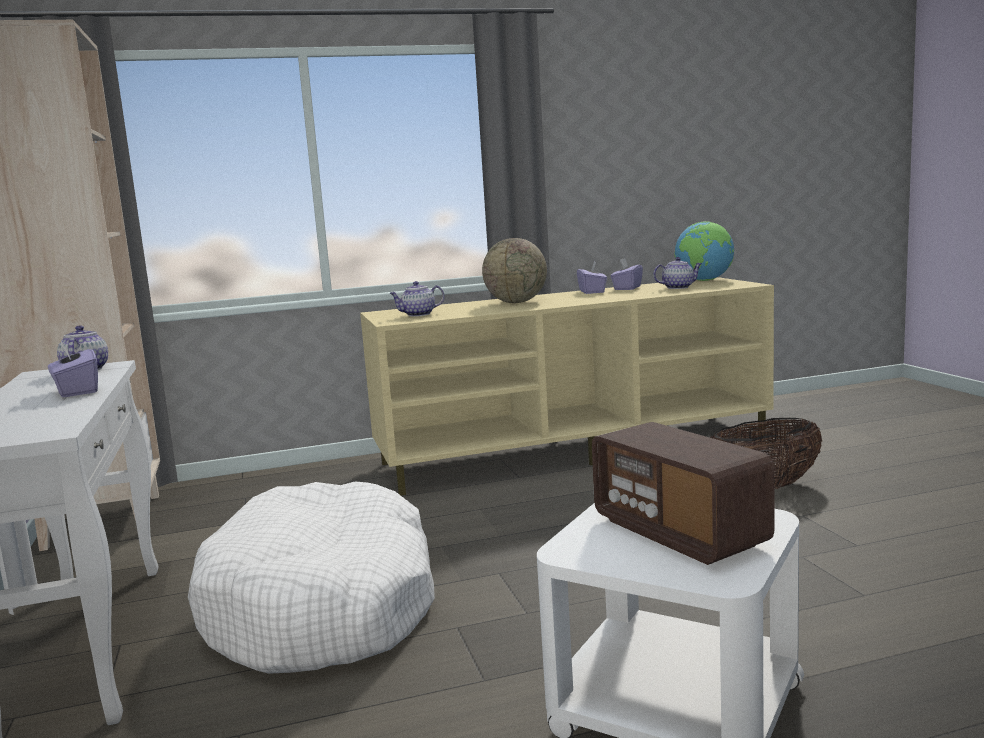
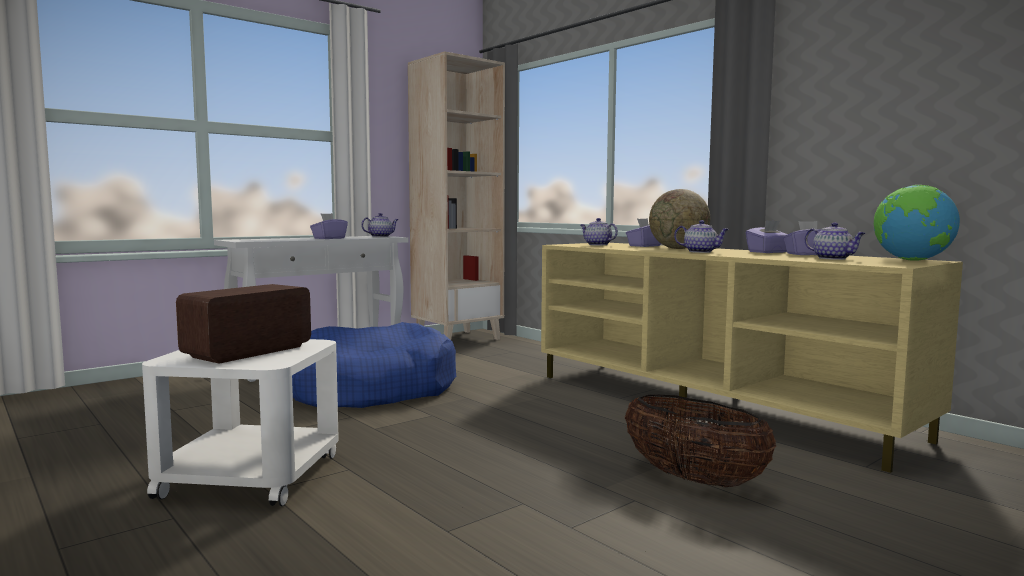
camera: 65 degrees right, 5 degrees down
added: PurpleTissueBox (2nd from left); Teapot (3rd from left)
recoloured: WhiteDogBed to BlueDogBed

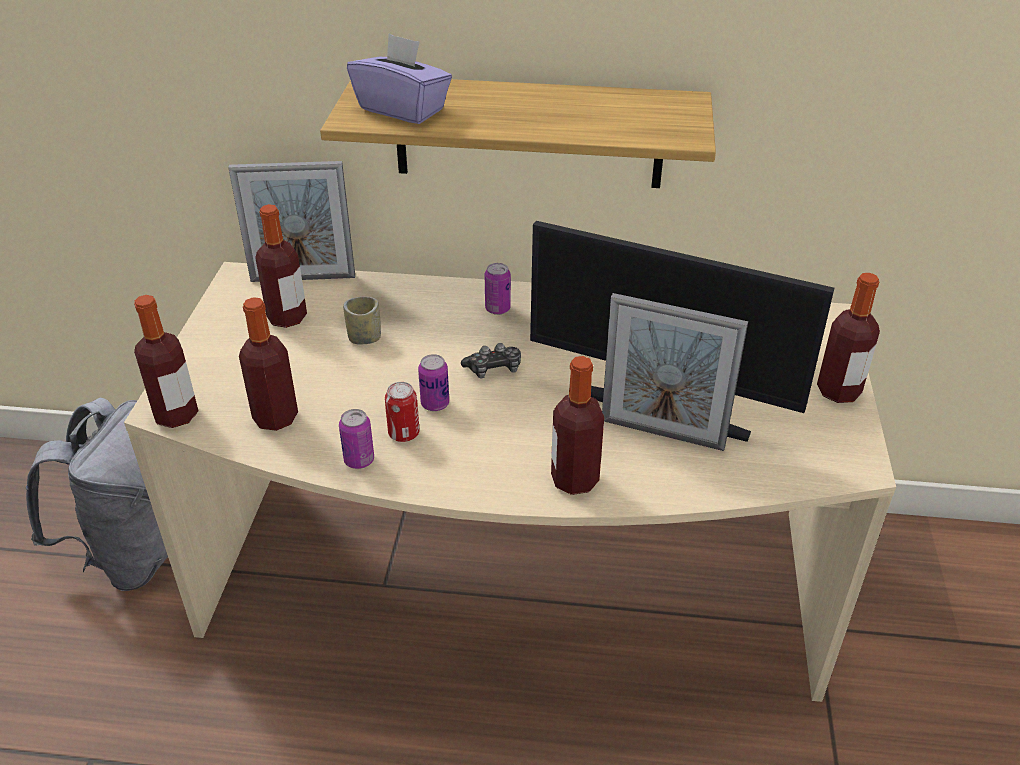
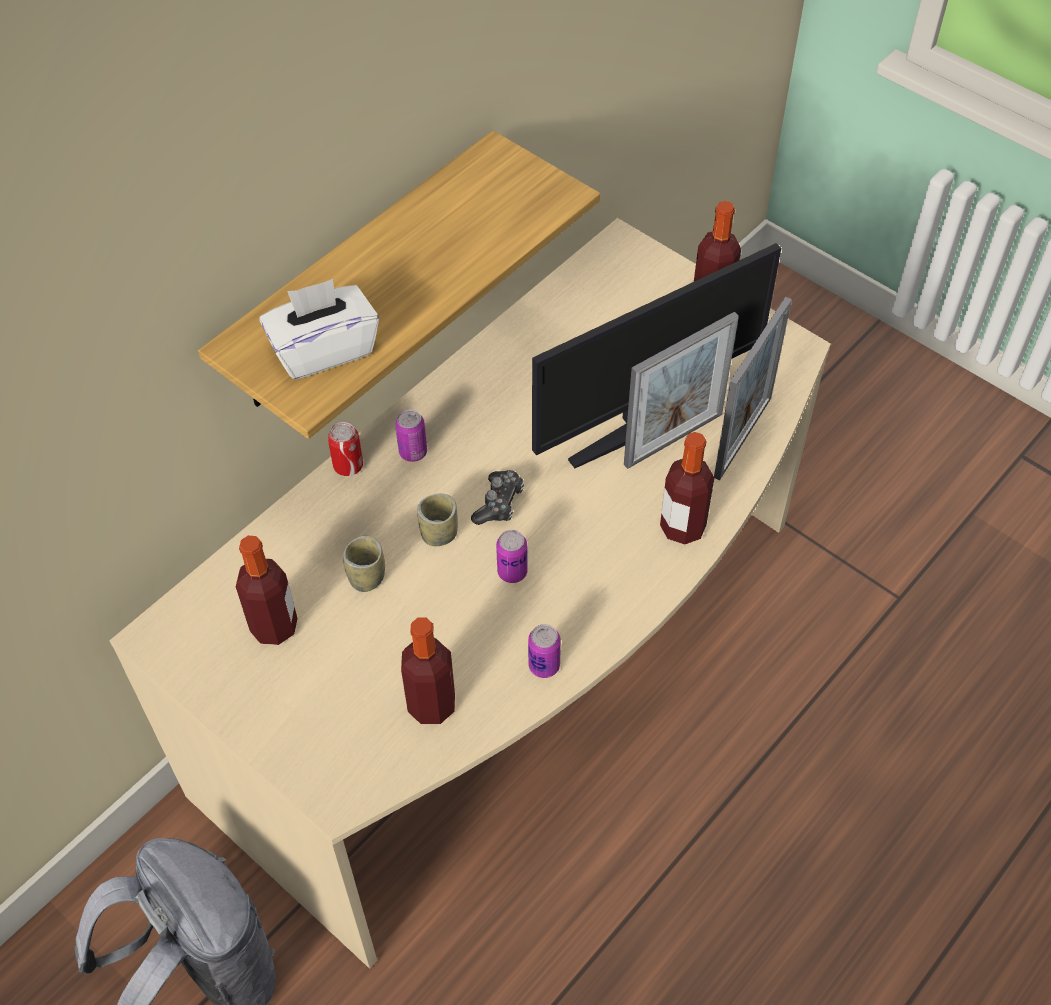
camera: 55 degrees left, 15 degrees up
removed: Bottle (1st from left)
added: Cup (2nd from left)
moved: PictureFrame (1st from left in the first image) to PictureFrame (2nd from left); Can (2nd from left in the first image) to Can (1st from left)
recoloured: PurpleTissueBox to WhiteTissueBox

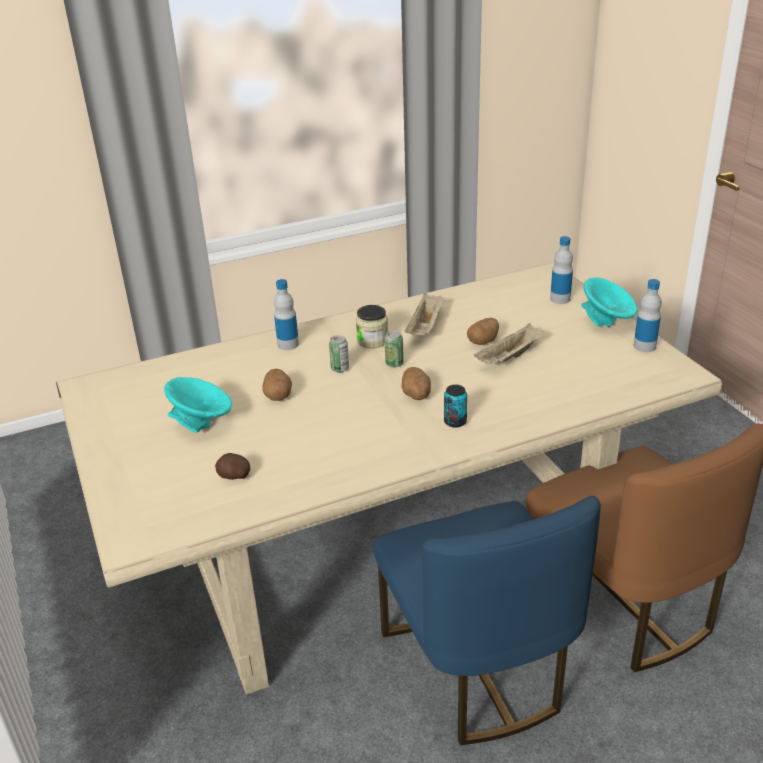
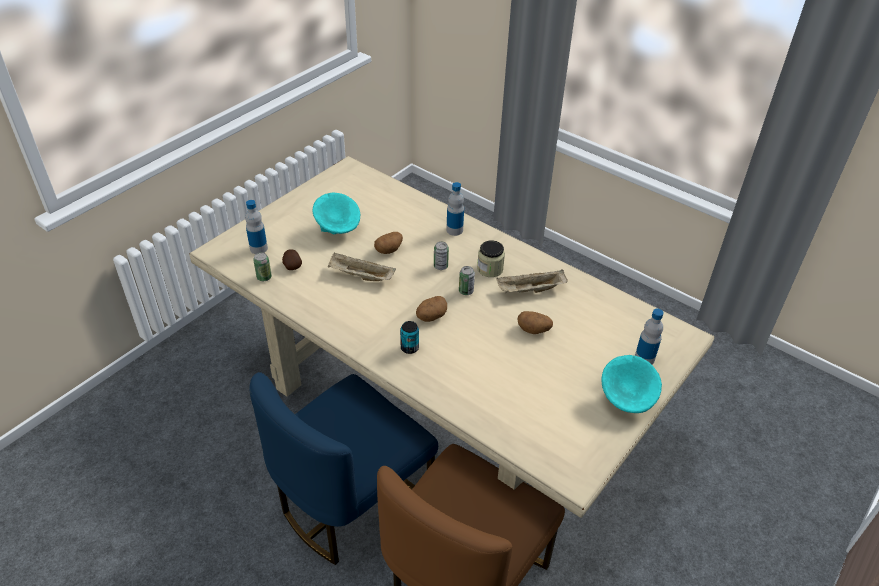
camera: 60 degrees right, 10 degrees up
added: Can (1st from left)
moved: BeigeTray (2nd from left in the first image) to BeigeTray (1st from left); Bottle (3rd from left in the first image) to Bottle (1st from left)

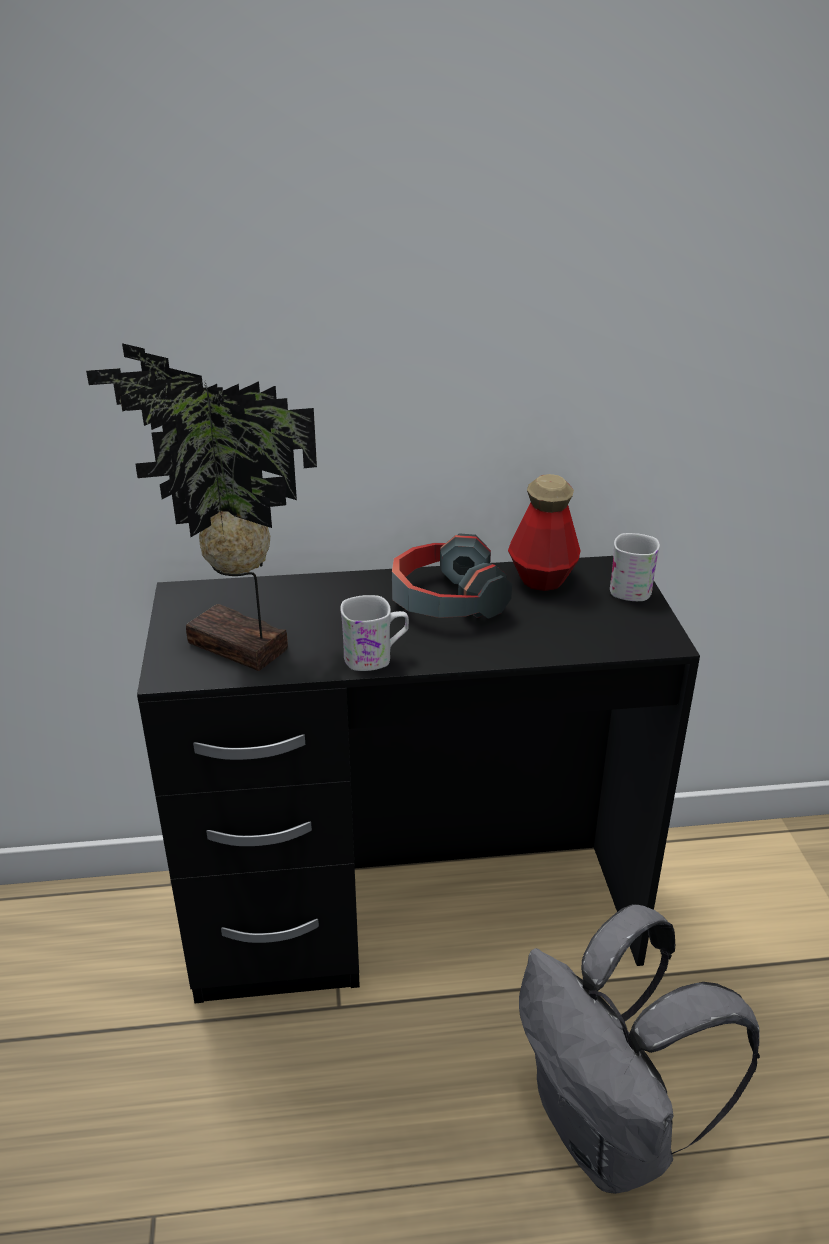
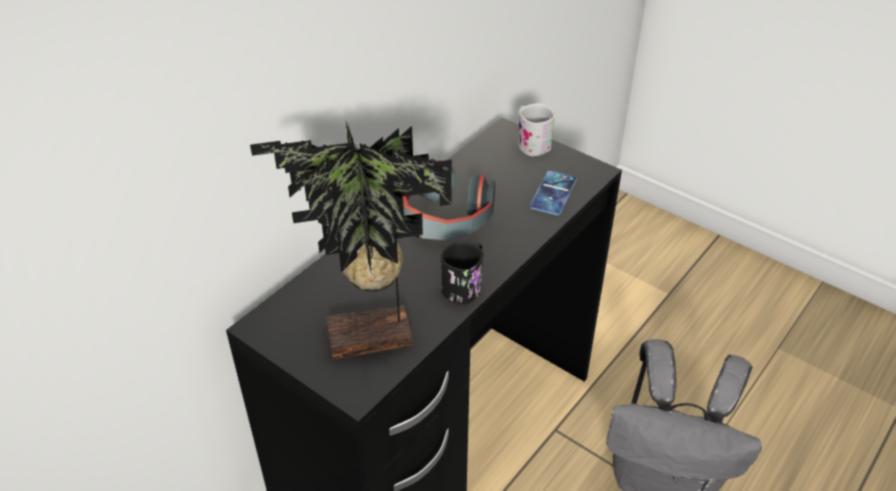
camera: 45 degrees left, 10 degrees up
removed: Bottle
added: Phone
recoloured: WhiteMug (1st from left) to BlackMug

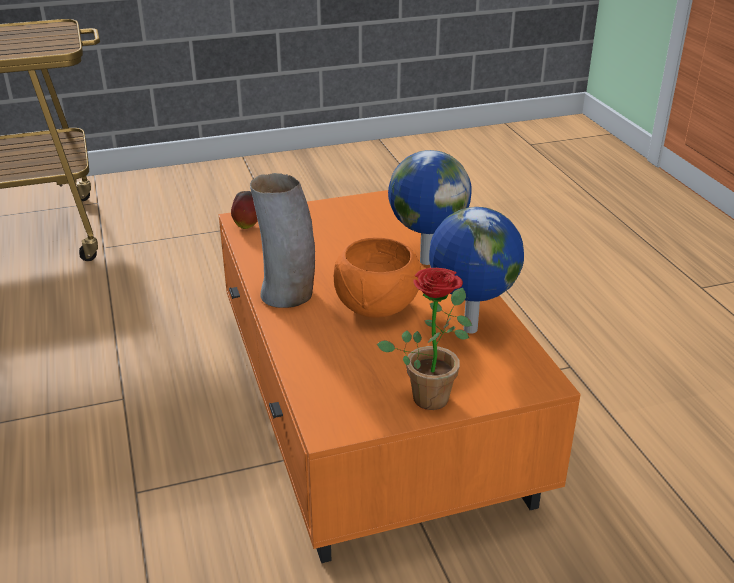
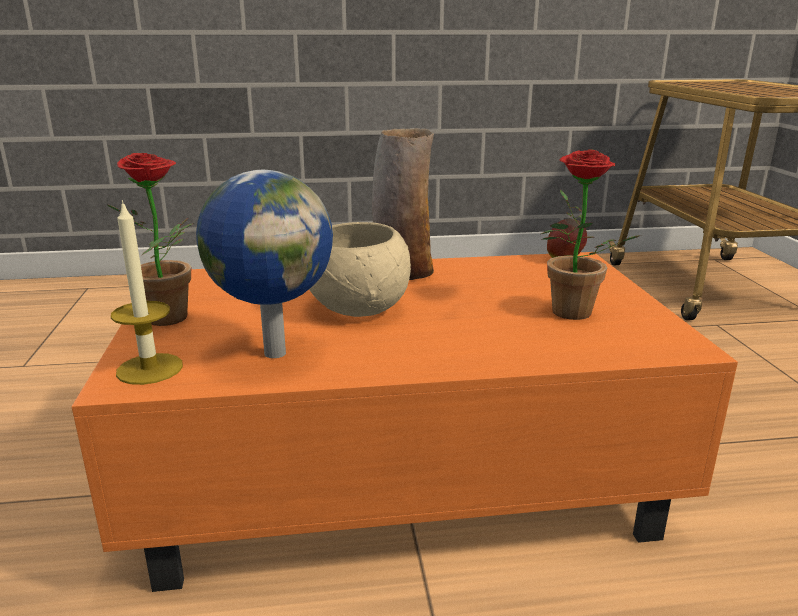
camera: 100 degrees right, 10 degrees down
removed: Globe (1st from left)
added: Candle; PottedPlant (2nd from left)
recoloured: OrangeBowl to BeigeBowl

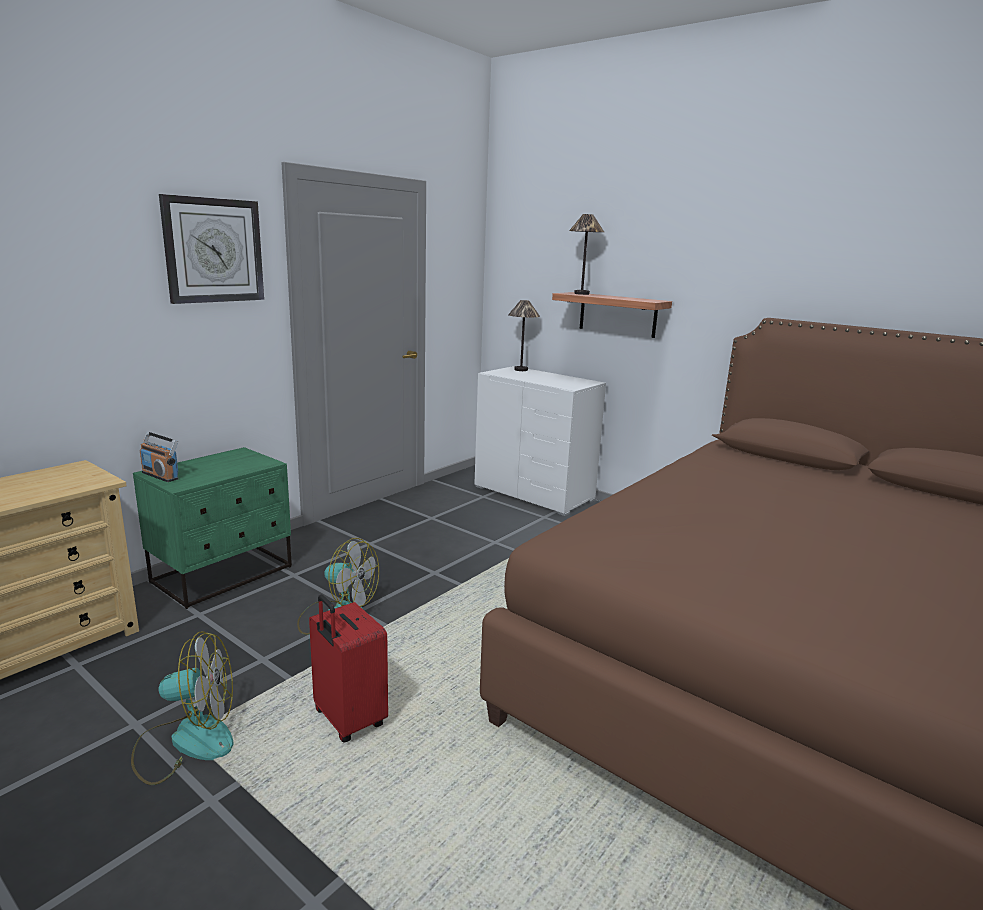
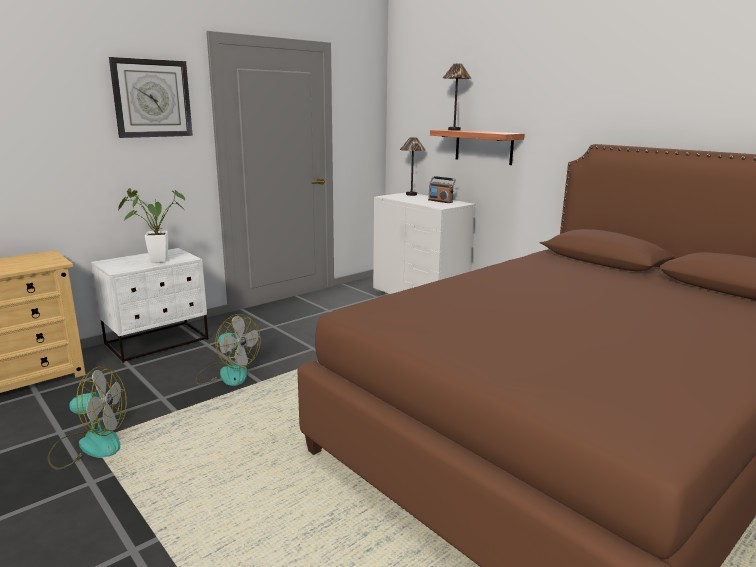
camera: 10 degrees right, 0 degrees up
removed: RedSuitcase
added: PottedPlant
moved: Radio
recoloured: GreenNightstand to WhiteNightstand

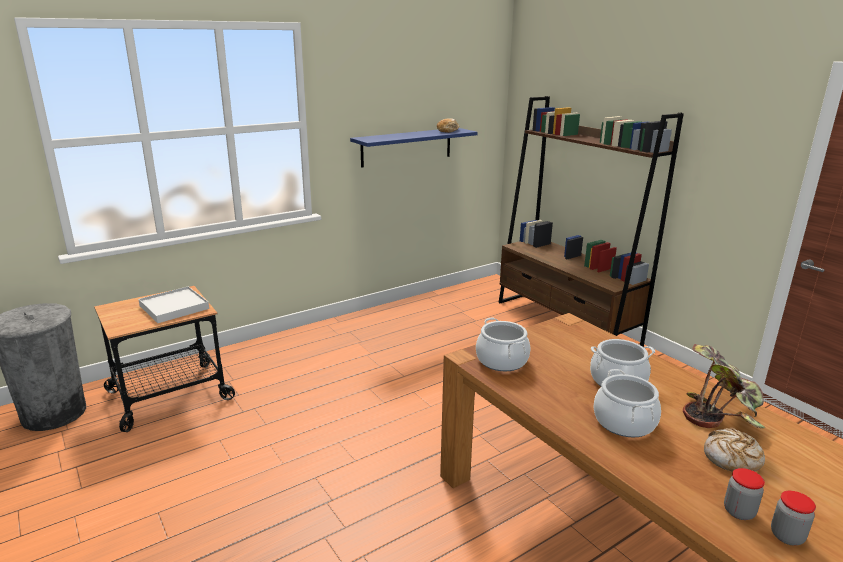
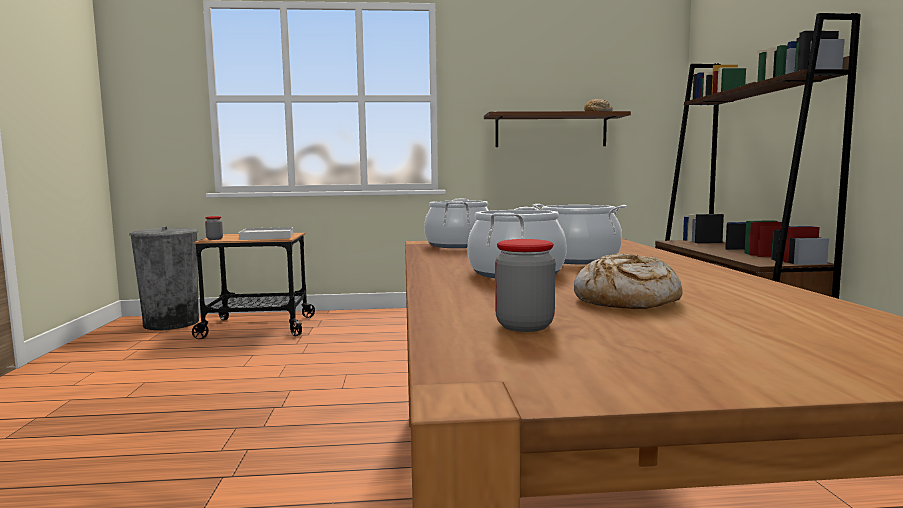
camera: 30 degrees right, 15 degrees down
removed: PottedPlant
moved: Jar (2nd from left in the first image) to Jar (1st from left)
recoloured: BlueShelf to BrownShelf

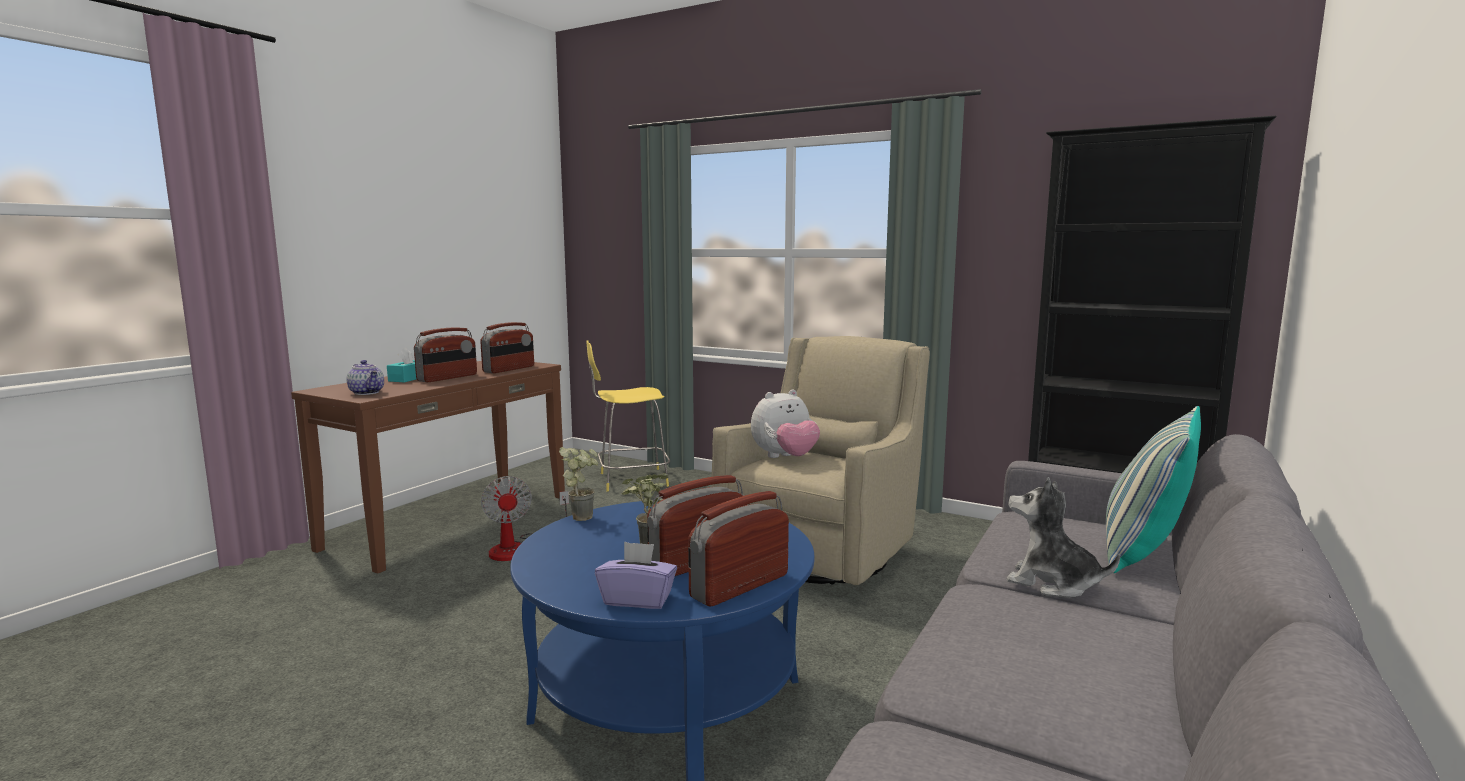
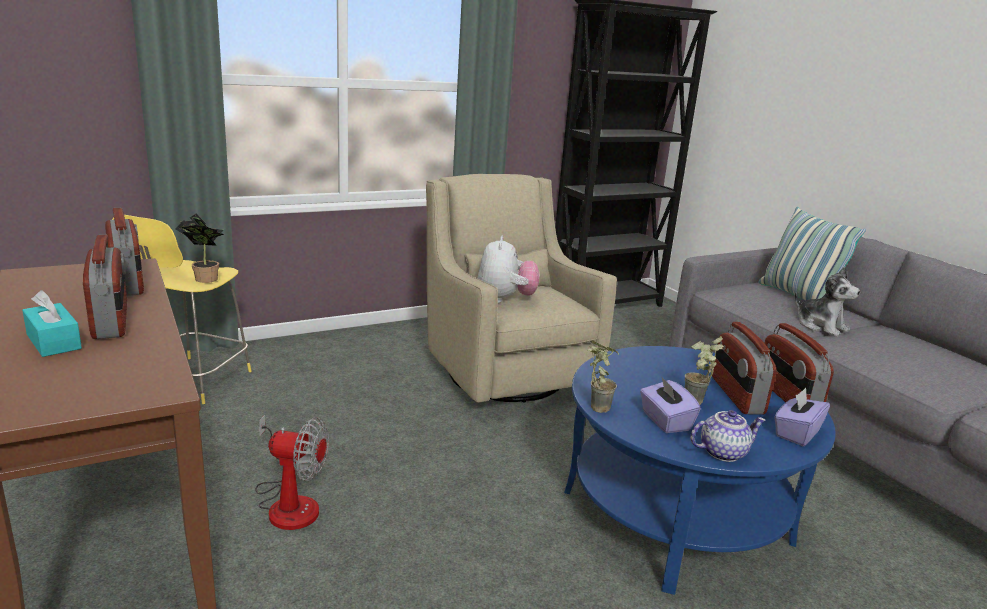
camera: 60 degrees left, 10 degrees up
added: PottedPlant (1st from left); PurpleTissueBox (1st from left)
moved: Teapot
turned: PlushToy (2nd from left) 105 degrees counterclockwise

